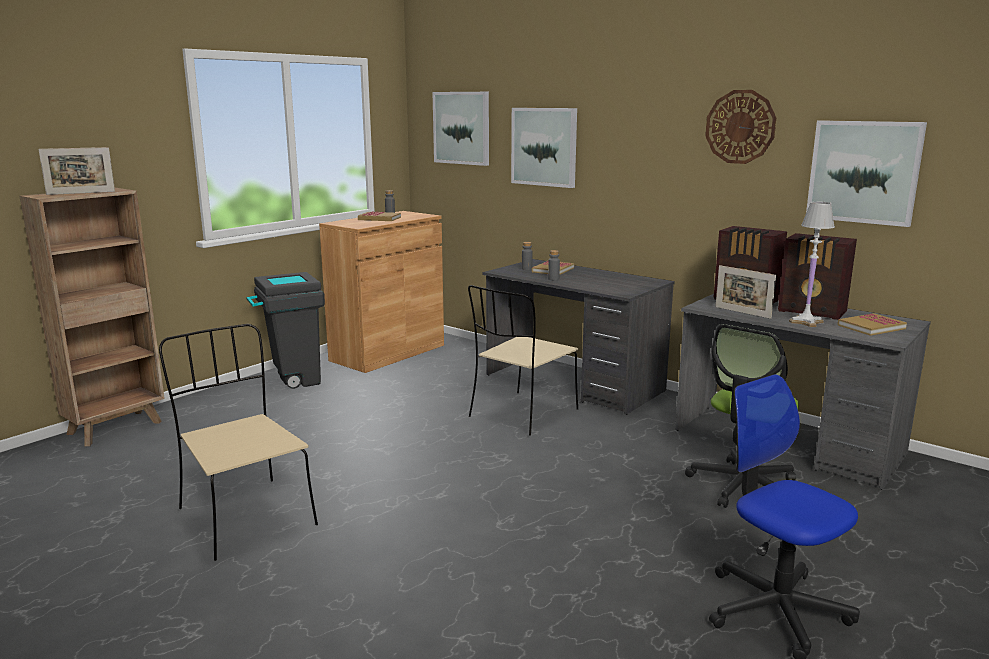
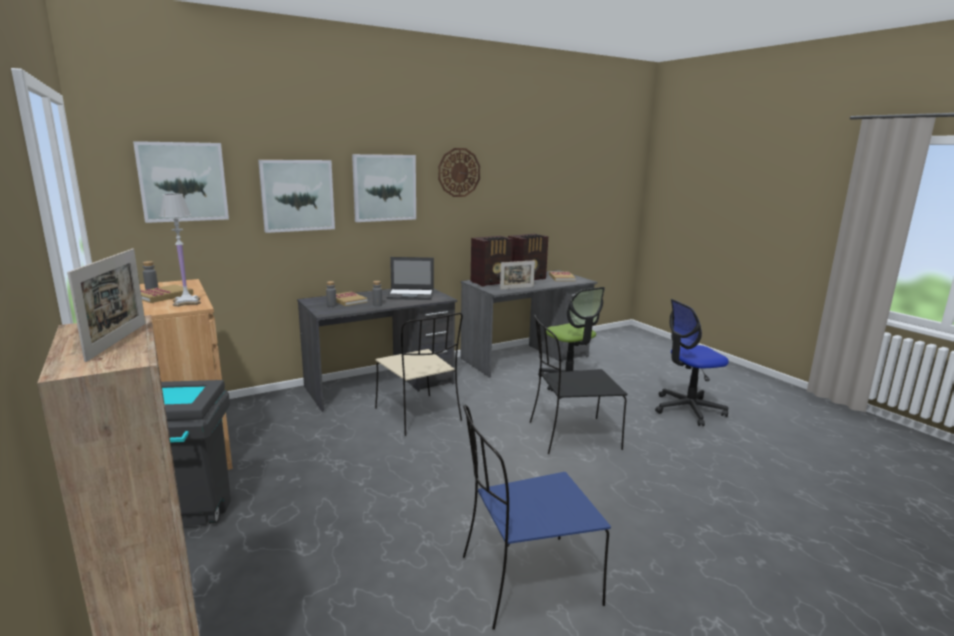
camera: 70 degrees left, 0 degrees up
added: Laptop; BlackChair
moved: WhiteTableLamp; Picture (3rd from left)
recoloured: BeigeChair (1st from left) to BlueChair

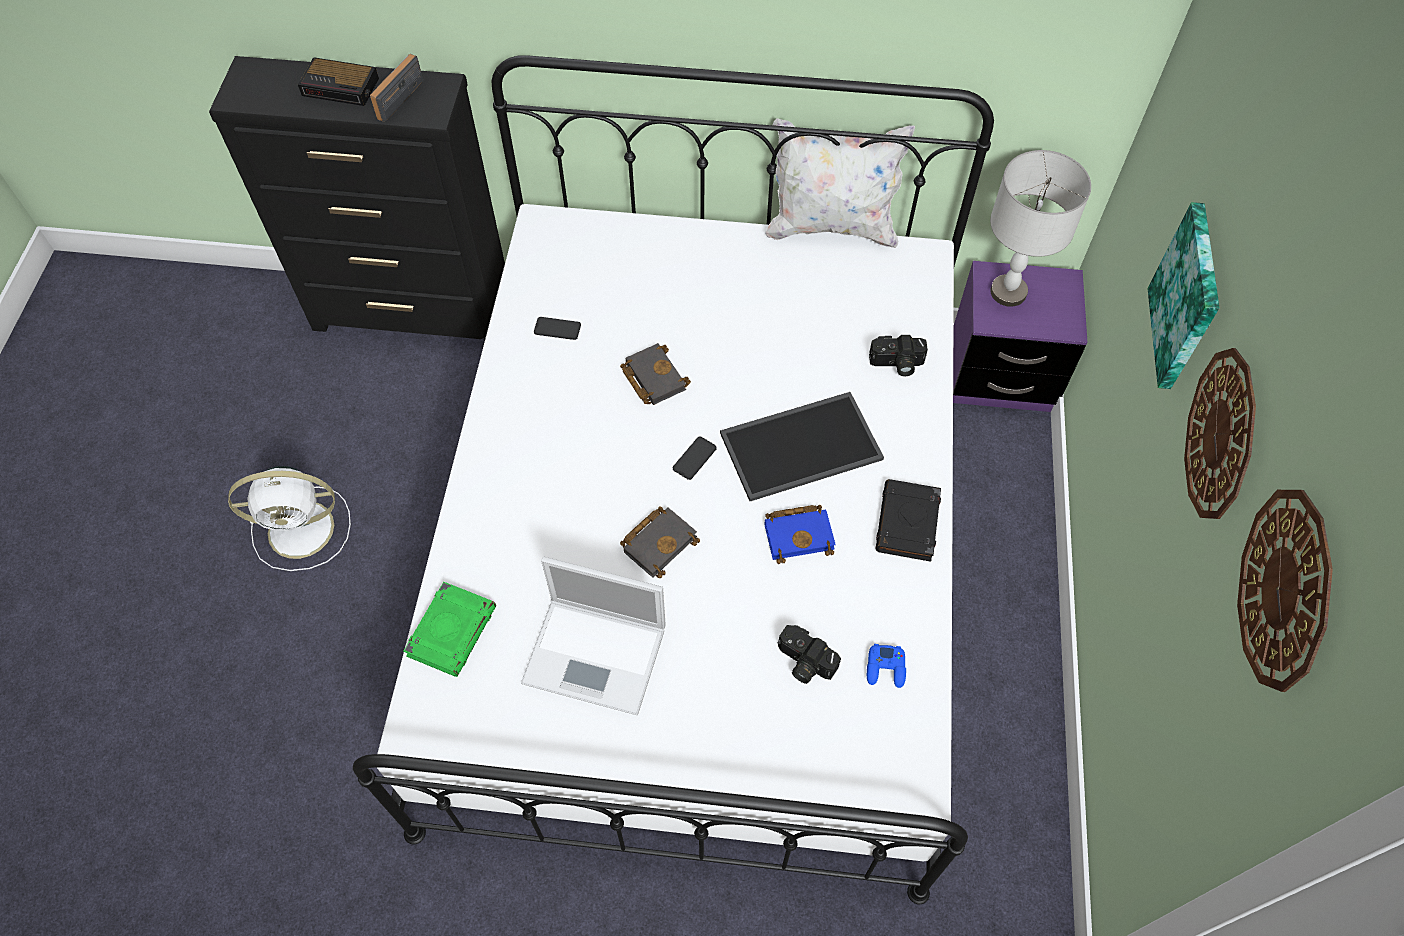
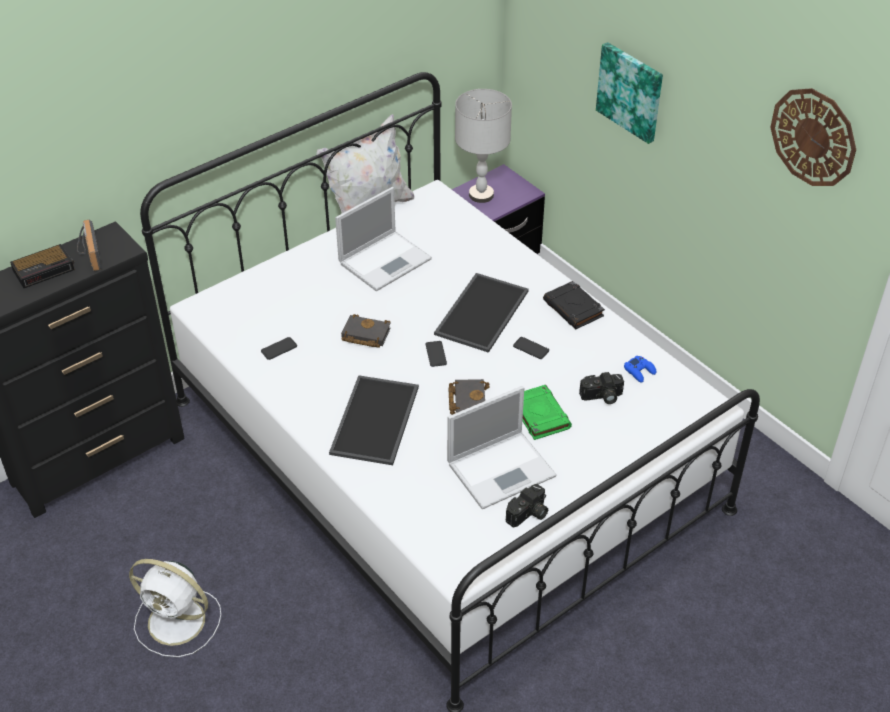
camera: 45 degrees left, 15 degrees down
removed: WallClock (1st from left)
added: Tray (1st from left); Laptop (1st from left)
moved: GreenBook; PhotoCamera (2nd from left in the first image) to PhotoCamera (1st from left)
replaced: BlueBook to Phone (3rd from left)
turned: WhiteFan 75 degrees clockwise

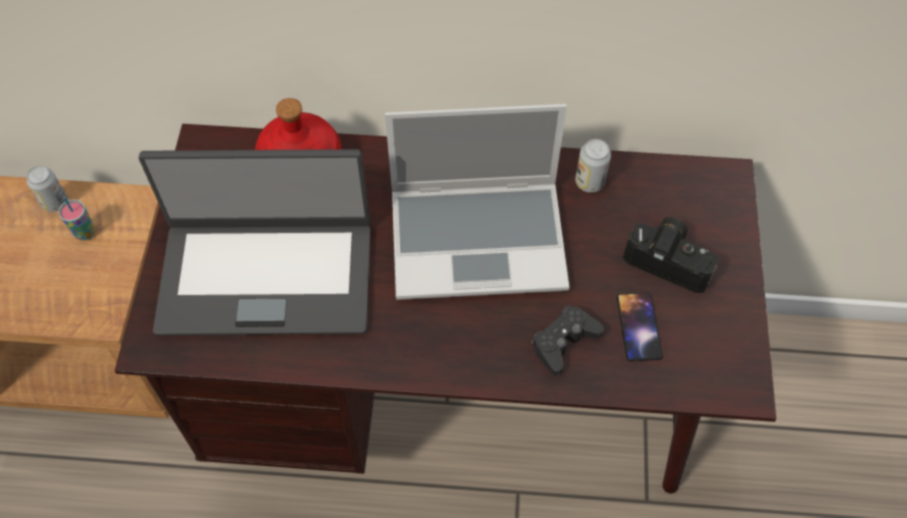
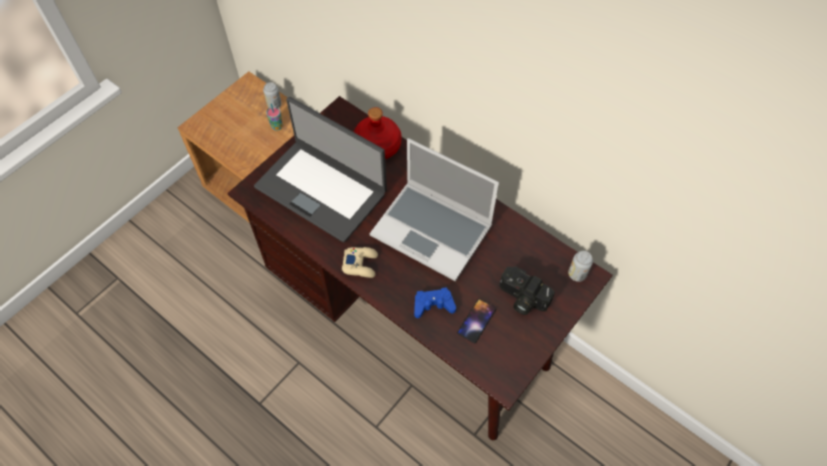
camera: 35 degrees right, 0 degrees up
added: BeigeGameController
moved: Can (2nd from left)
recoloured: BlackGameController to BlueGameController
turned: PhotoCamera 150 degrees clockwise

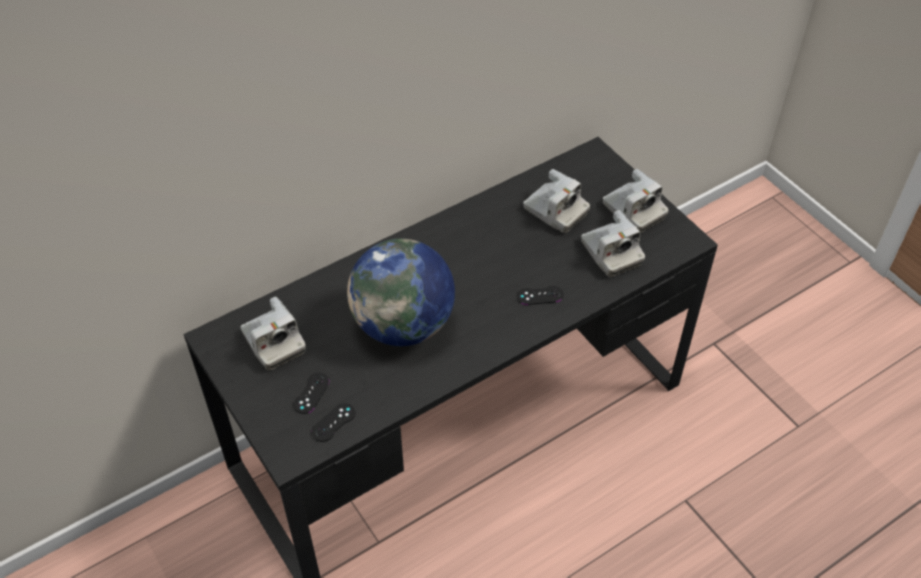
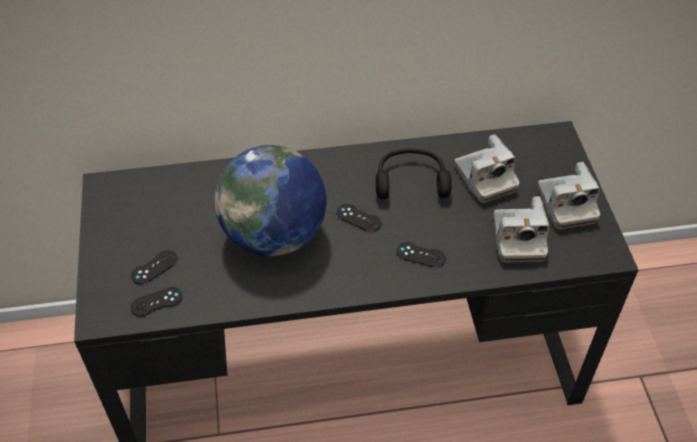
camera: 25 degrees right, 0 degrees up
removed: PhotoCamera (1st from left)
added: BlackGameController (3rd from left); BlackHeadphones

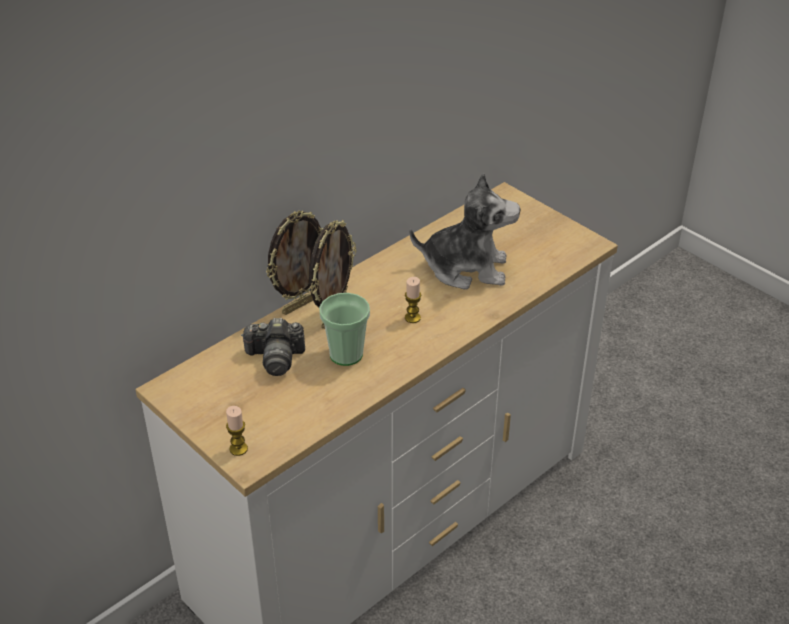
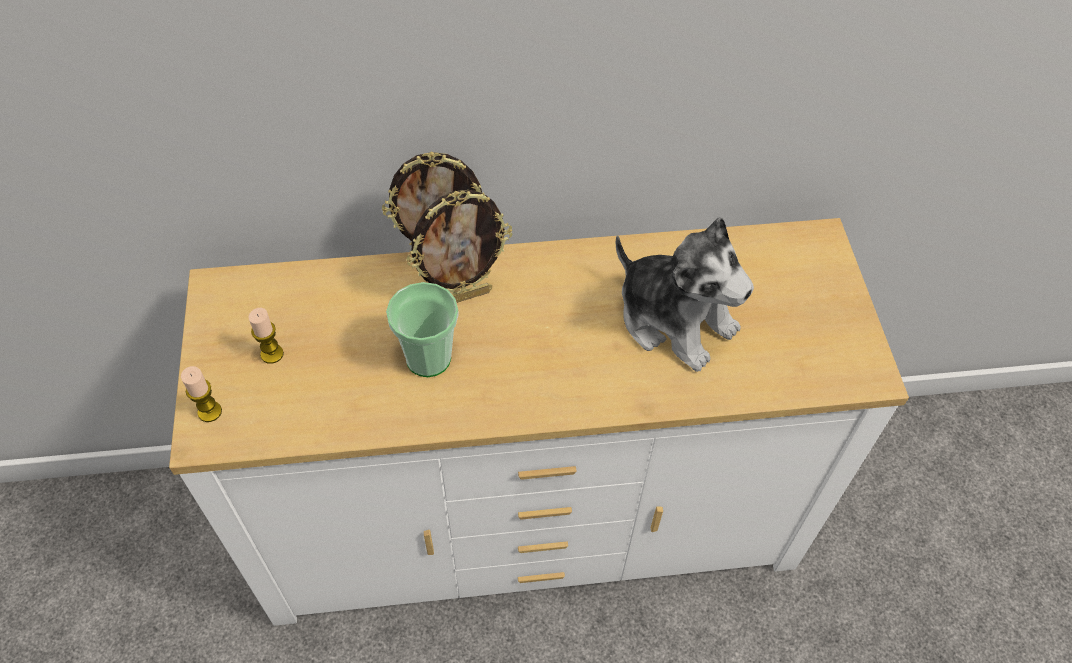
camera: 35 degrees right, 15 degrees up
removed: PhotoCamera
moved: Candle (2nd from left)

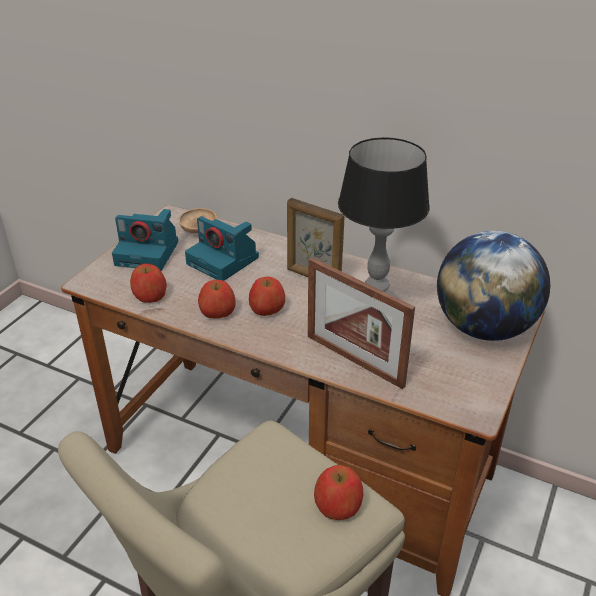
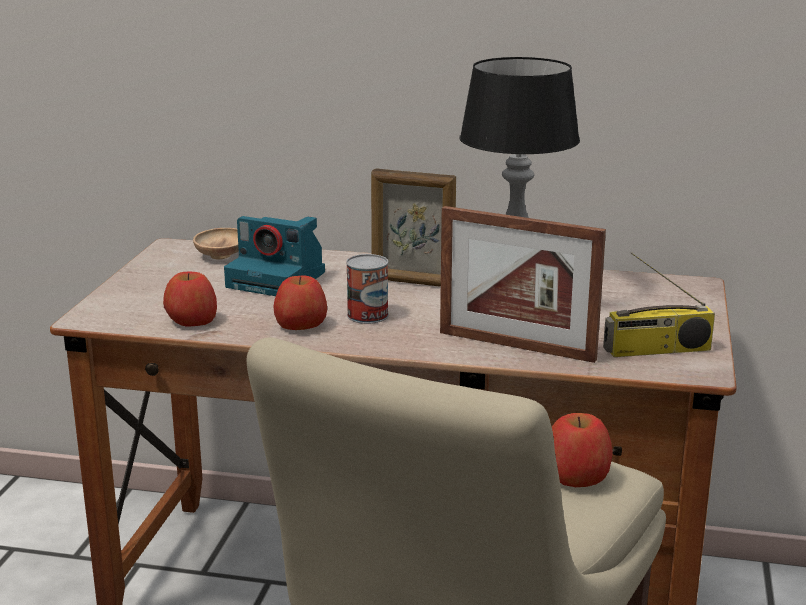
camera: 15 degrees left, 15 degrees down
removed: PhotoCamera (1st from left); Globe
added: Radio
replaced: Apple (3rd from left) to Can

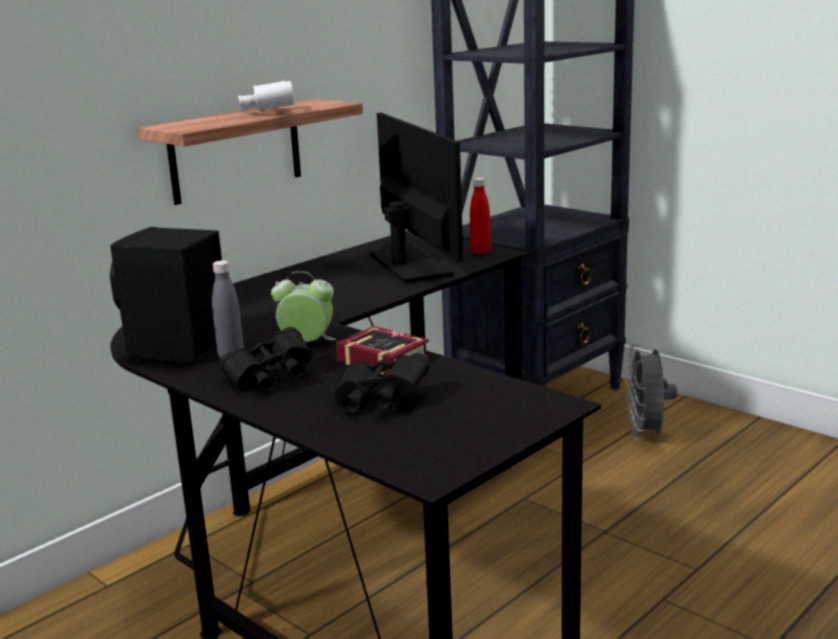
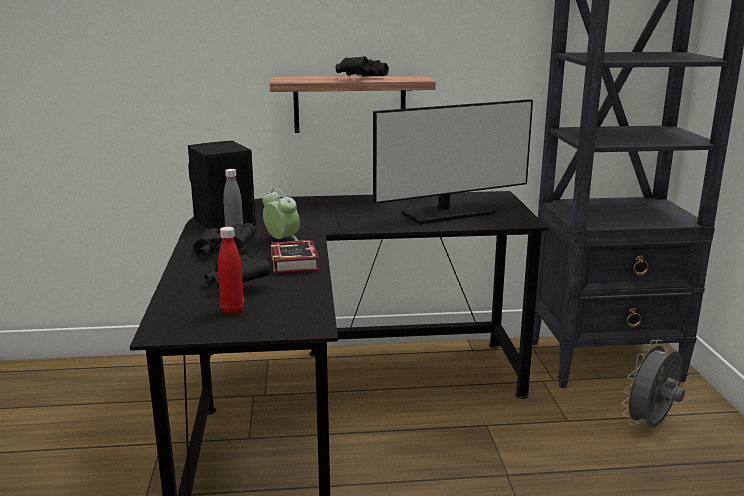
camera: 40 degrees right, 0 degrees up
moved: RedBottle
recoloured: WhiteBinoculars to BlackBinoculars (3rd from left)
turned: Monitor 45 degrees clockwise

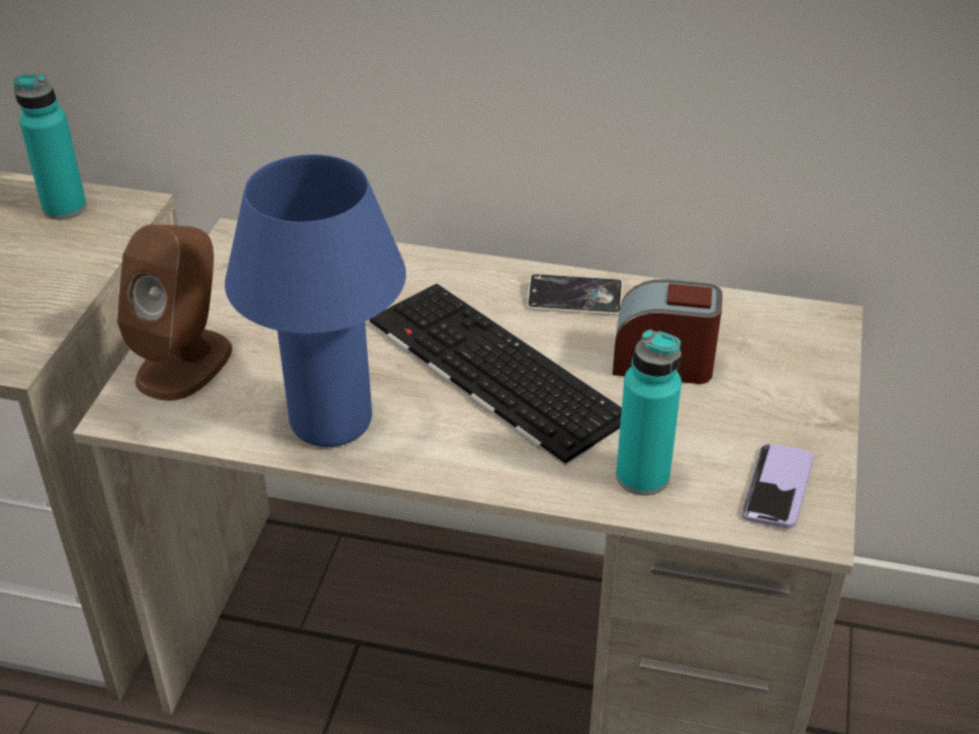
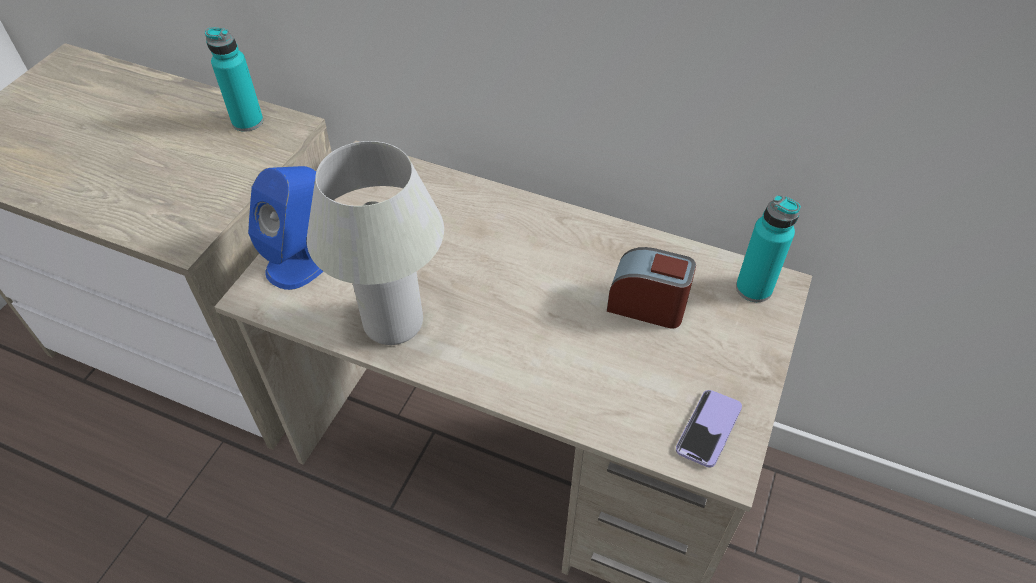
camera: 10 degrees right, 10 degrees up
removed: Keyboard; Phone (1st from left)
moved: TurquoiseBottle (2nd from left)
recoloured: BrownSpeaker to BlueSpeaker; BlueTableLamp to WhiteTableLamp

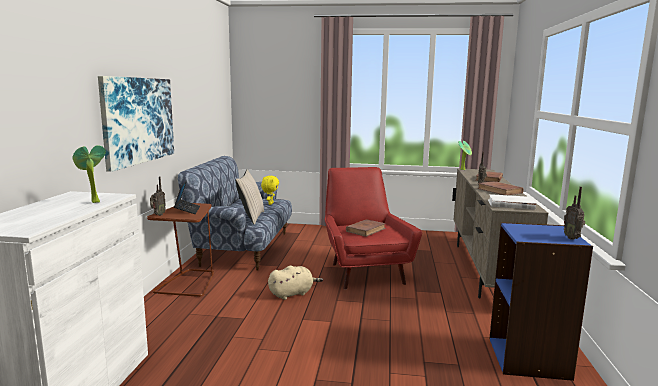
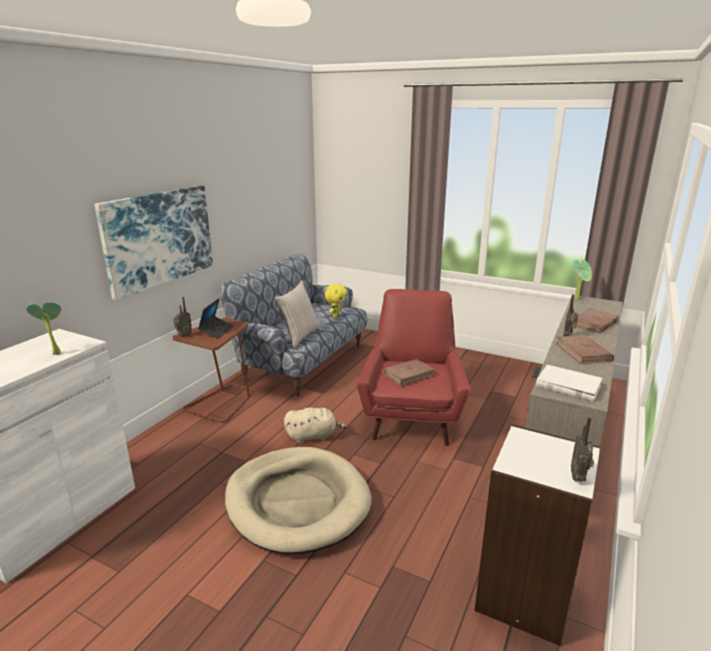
camera: 20 degrees right, 10 degrees up
added: BeigeDogBed
recoloured: BlueBookcase to WhiteBookcase

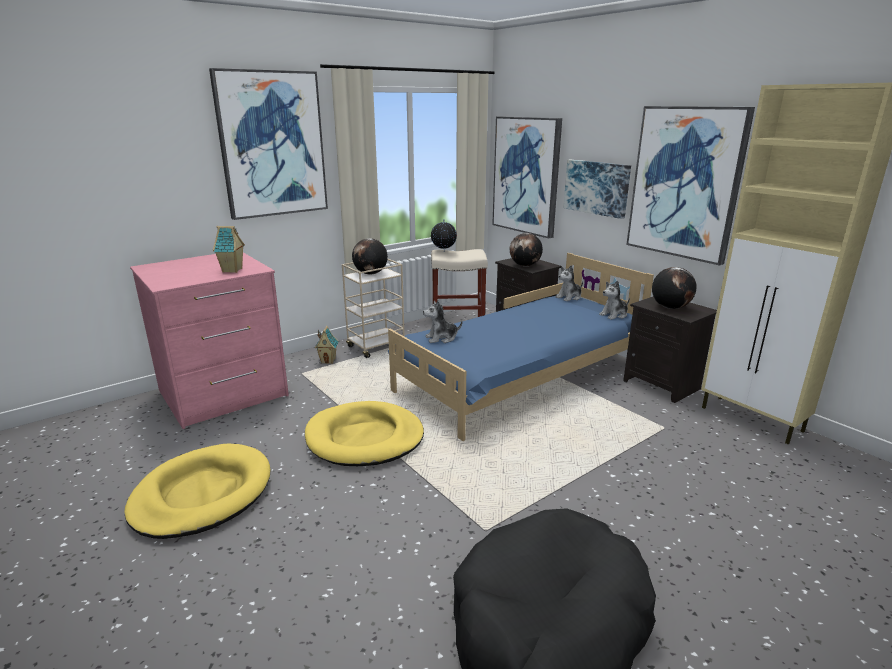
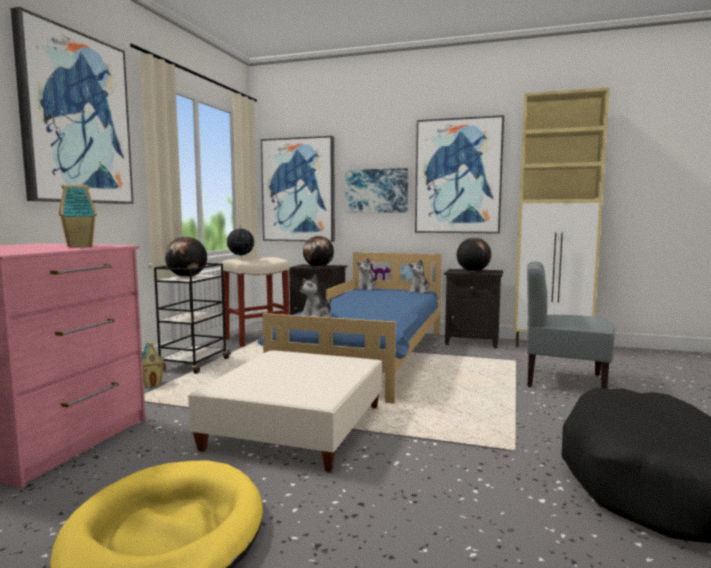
camera: 35 degrees left, 15 degrees down
added: GreyChair
replaced: YellowDogBed (2nd from left) to BeigeOttoman
recoloured: BeigeCart to BlackCart

